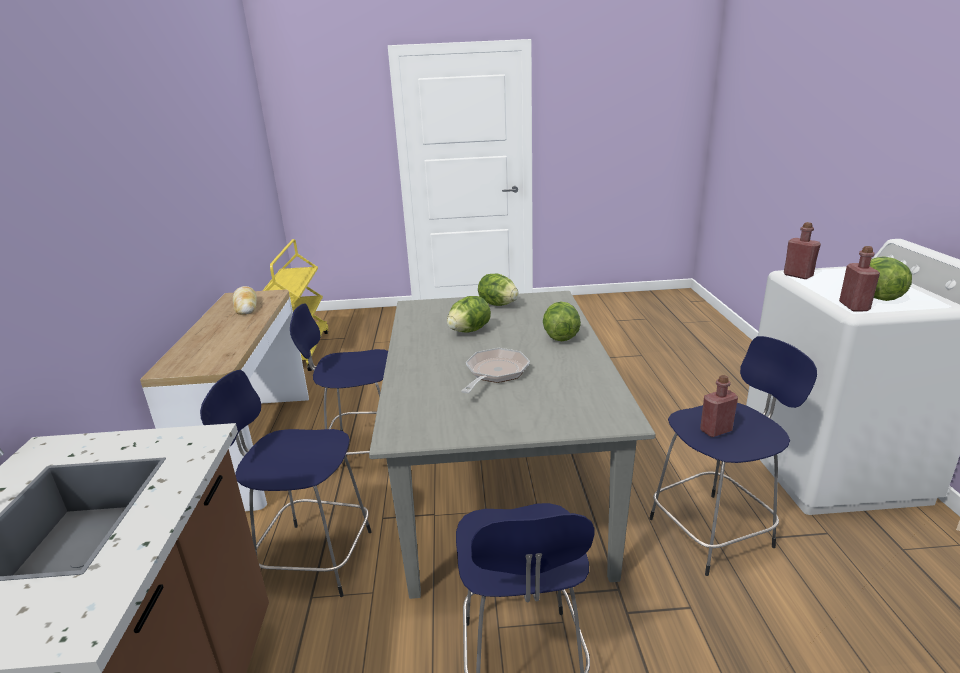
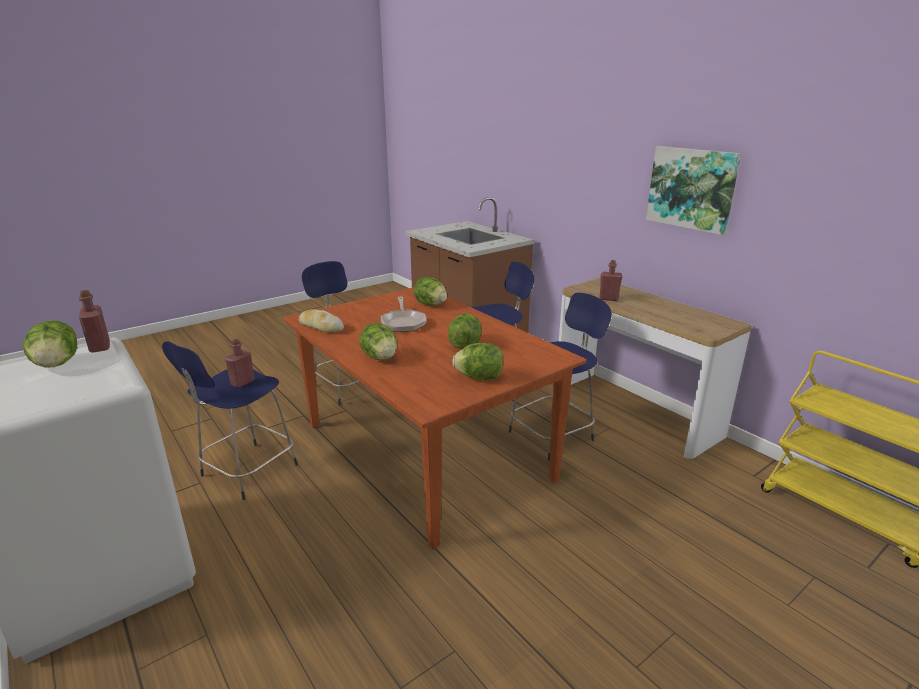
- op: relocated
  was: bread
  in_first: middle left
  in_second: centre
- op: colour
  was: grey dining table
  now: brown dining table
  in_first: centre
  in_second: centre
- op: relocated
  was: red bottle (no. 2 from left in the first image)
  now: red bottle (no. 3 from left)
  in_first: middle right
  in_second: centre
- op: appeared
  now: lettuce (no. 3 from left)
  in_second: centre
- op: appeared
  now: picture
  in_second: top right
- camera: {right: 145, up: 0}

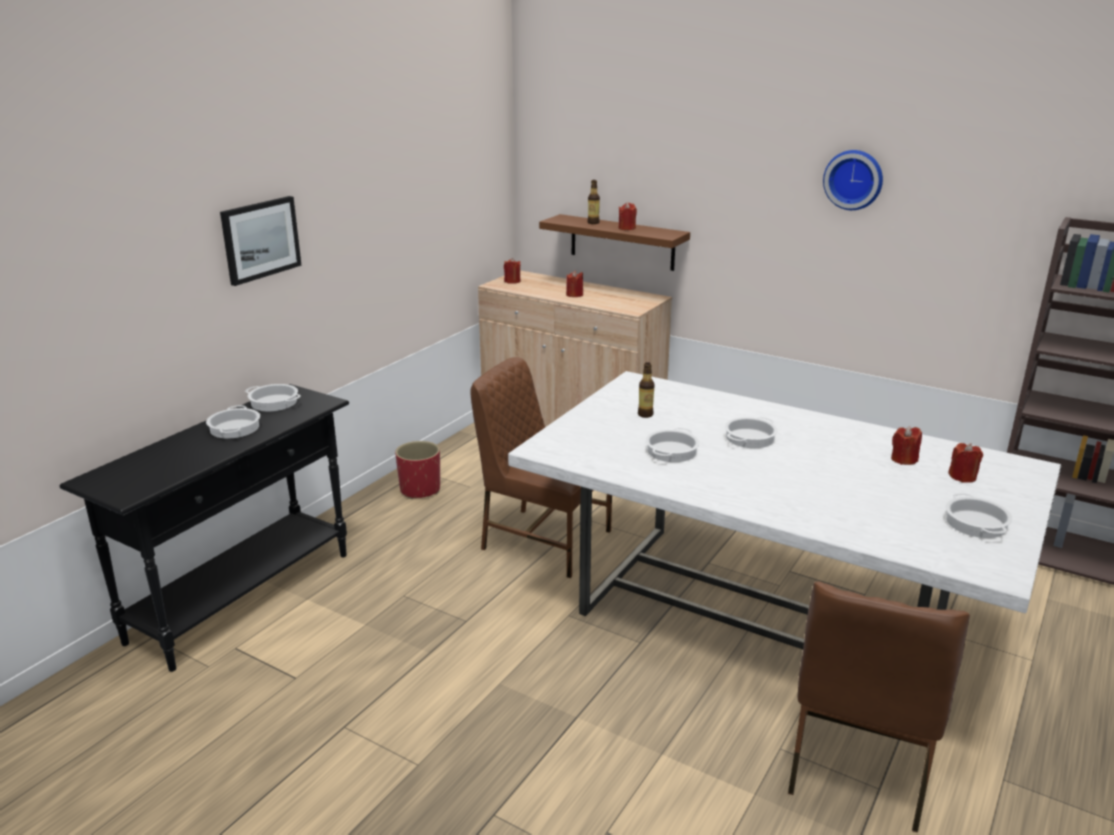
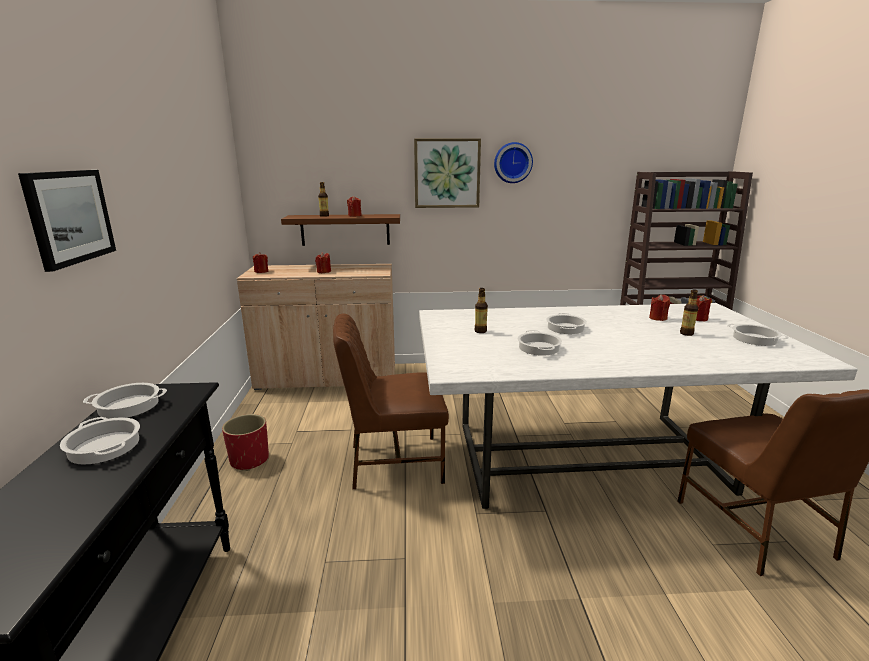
- op: appeared
  now: picture (no. 2 from left)
  in_second: top centre
- op: appeared
  now: bottle (no. 3 from left)
  in_second: middle right
- camera: {right: -35, up: -5}

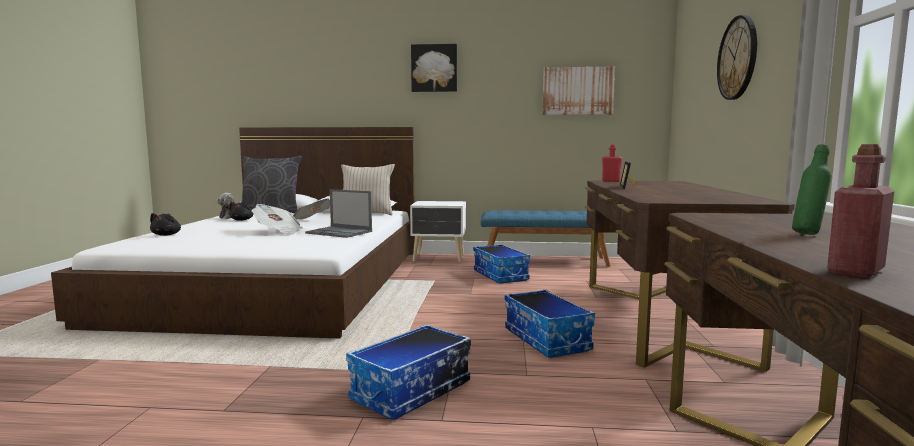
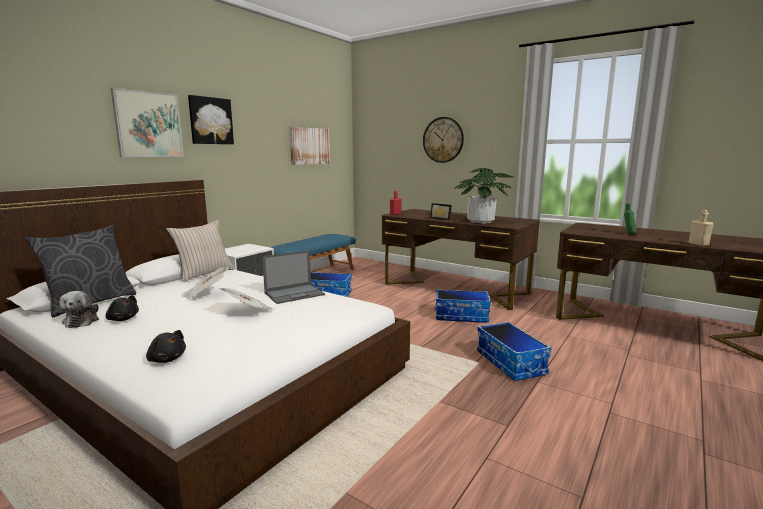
- op: colour
  was: red bottle (no. 2 from left)
  now: beige bottle
  in_first: middle right
  in_second: middle right
- op: appeared
  now: picture (no. 1 from left)
  in_second: top left
- op: appeared
  now: potted plant
  in_second: centre
- camera: {right: -60, up: 5}

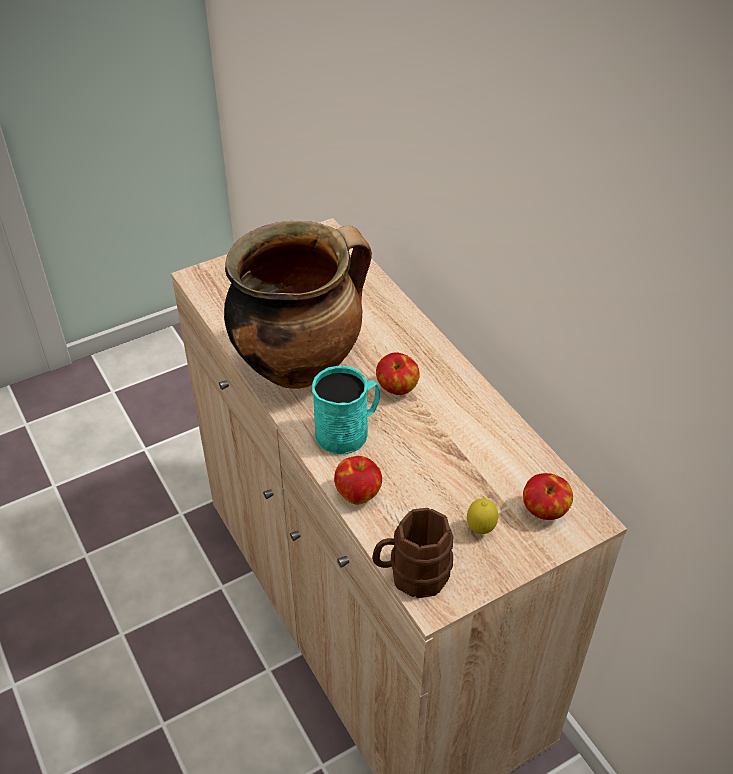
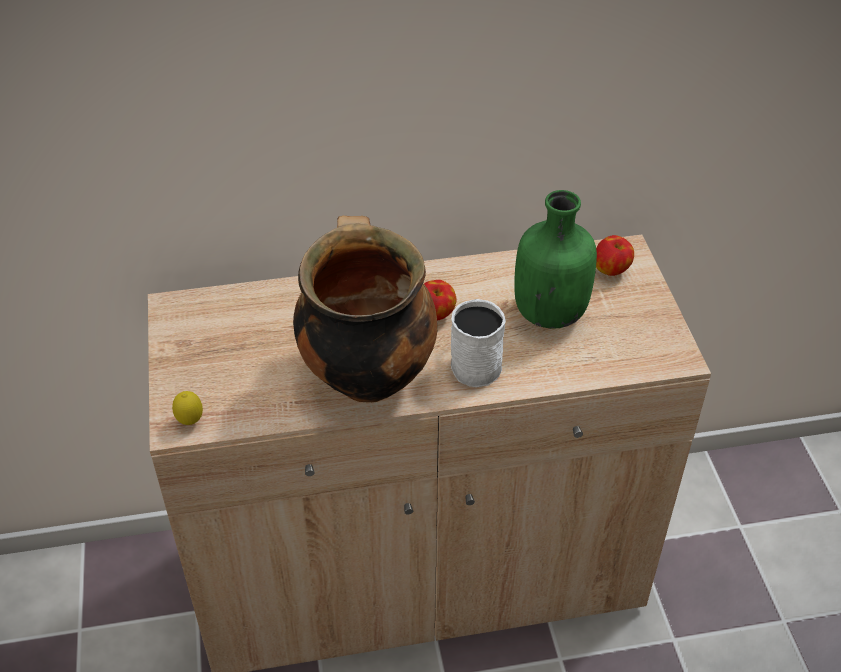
- op: colour
  was: turquoise mug
  now: white mug
  in_first: centre
  in_second: centre
- op: missing
  was: apple (no. 1 from left)
  in_first: centre
- op: missing
  was: brown mug
  in_first: bottom centre
- op: relocated
  was: lemon
  in_first: bottom centre
  in_second: middle left
- op: appeared
  now: green bottle
  in_second: centre
- camera: {right: -70, up: 0}

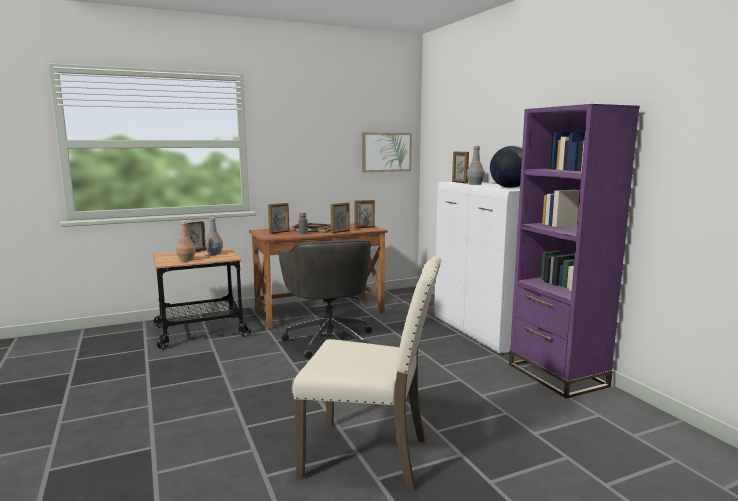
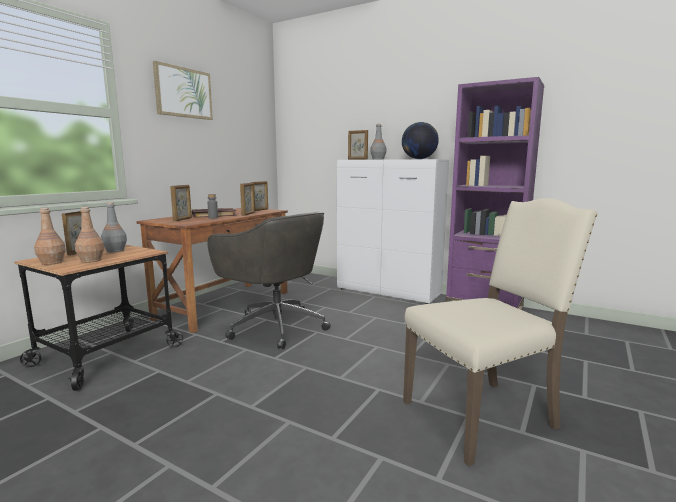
- op: relocated
  was: picture
  in_first: top centre
  in_second: top left
- op: appeared
  now: brown bottle (no. 1 from left)
  in_second: middle left
- camera: {right: -35, up: 0}

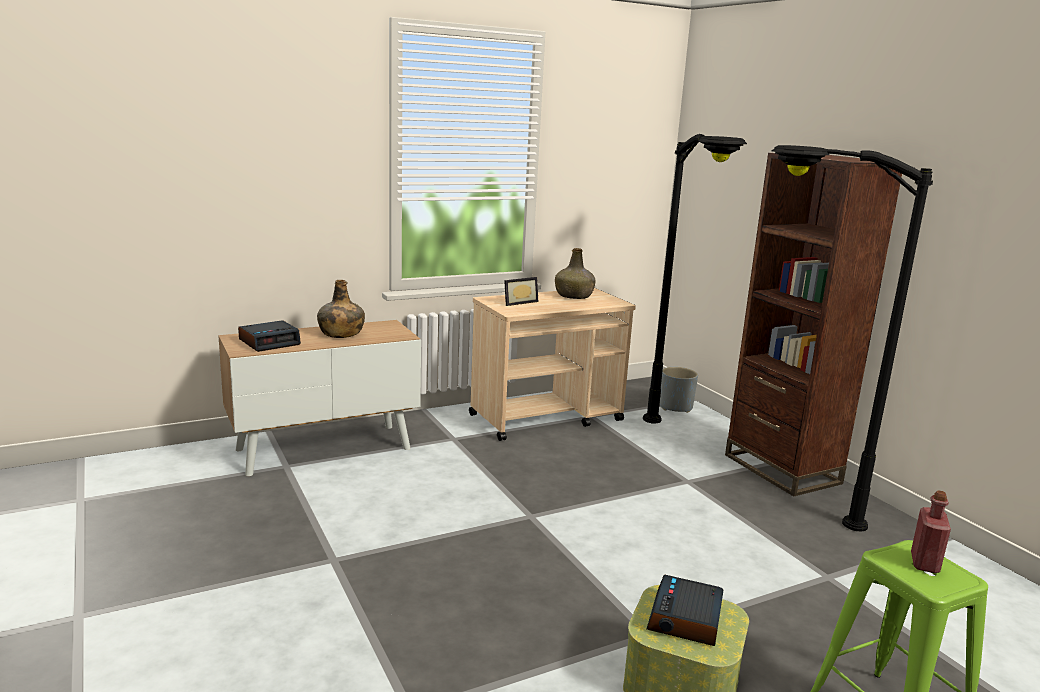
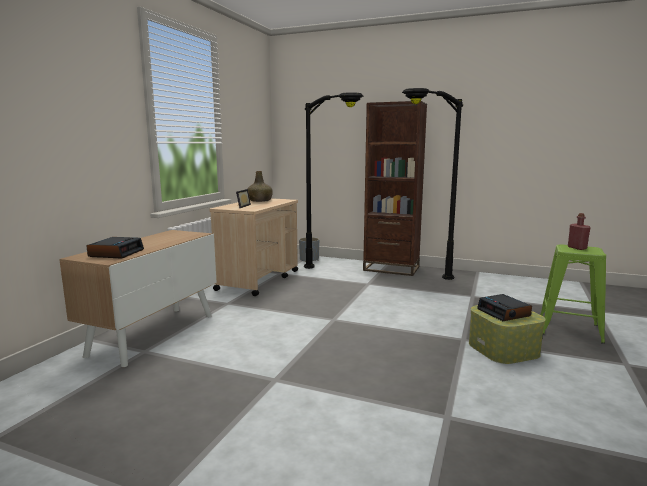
- op: missing
  was: green bottle (no. 1 from left)
  in_first: middle left
- camera: {right: -40, up: -5}

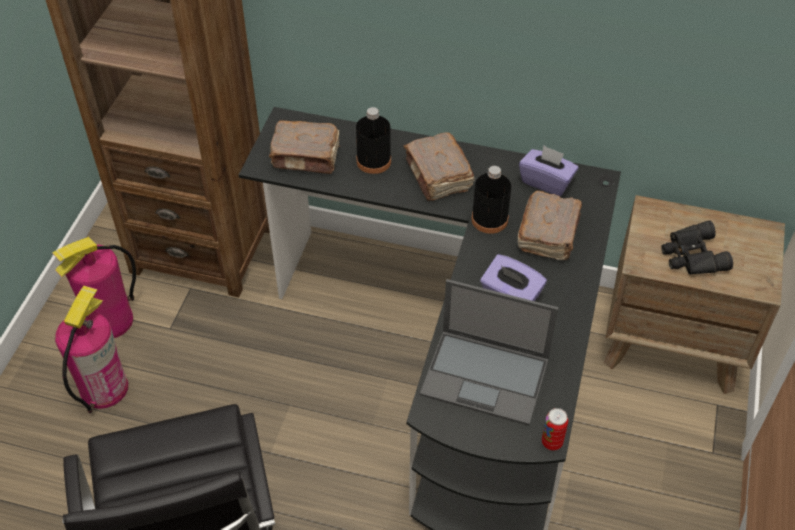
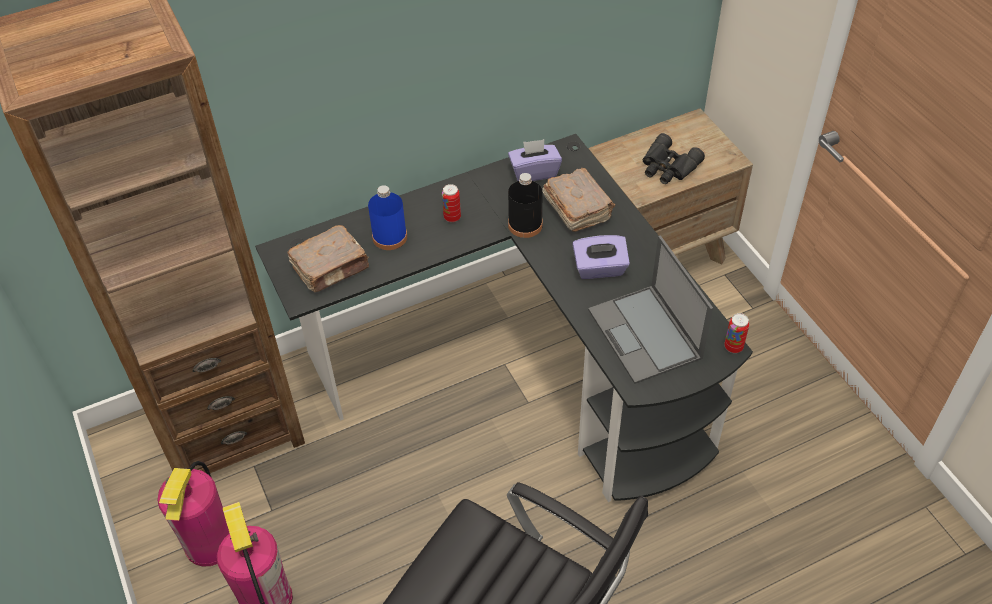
- op: colour
  was: black bottle (no. 1 from left)
  now: blue bottle
  in_first: top centre
  in_second: centre
- op: exchanged
  was: brown book (no. 2 from left)
  now: can (no. 1 from left)
  in_first: top centre
  in_second: centre
- op: spun
  was: laptop
  in_first: centre
  in_second: centre
  clockwise: 90
- camera: {right: -40, up: 0}

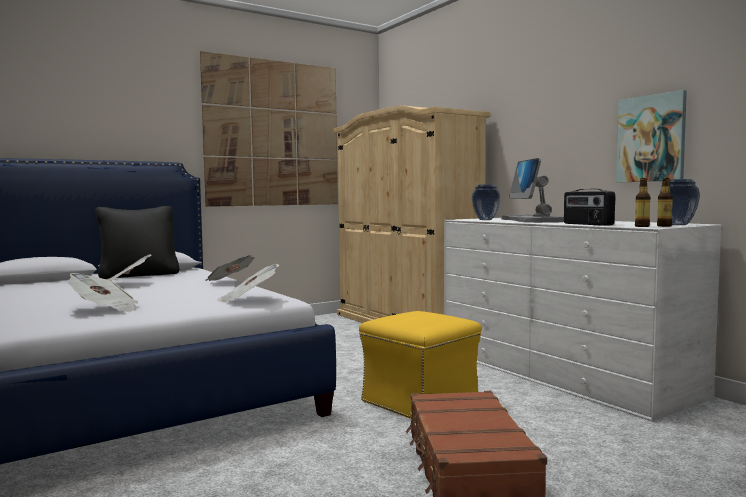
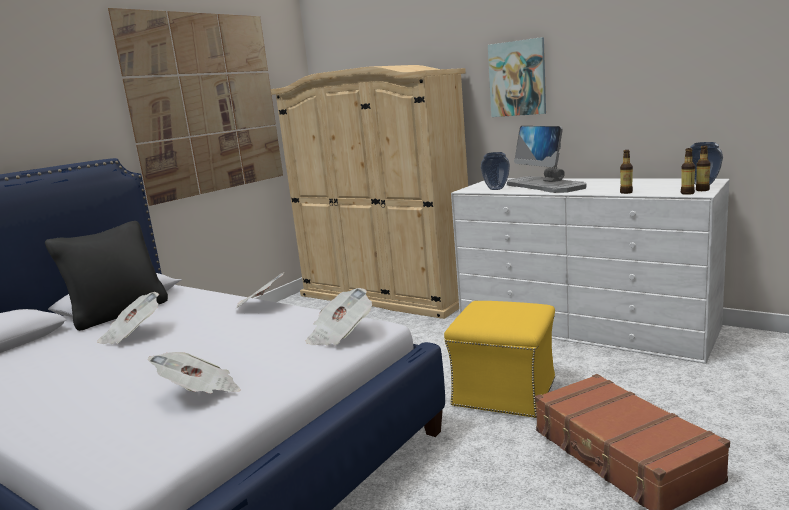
- op: exchanged
  was: radio
  now: bottle (no. 1 from left)
  in_first: middle right
  in_second: middle right
- op: relocated
  was: picture (no. 2 from left)
  in_first: top right
  in_second: top centre
- camera: {right: -20, up: 10}

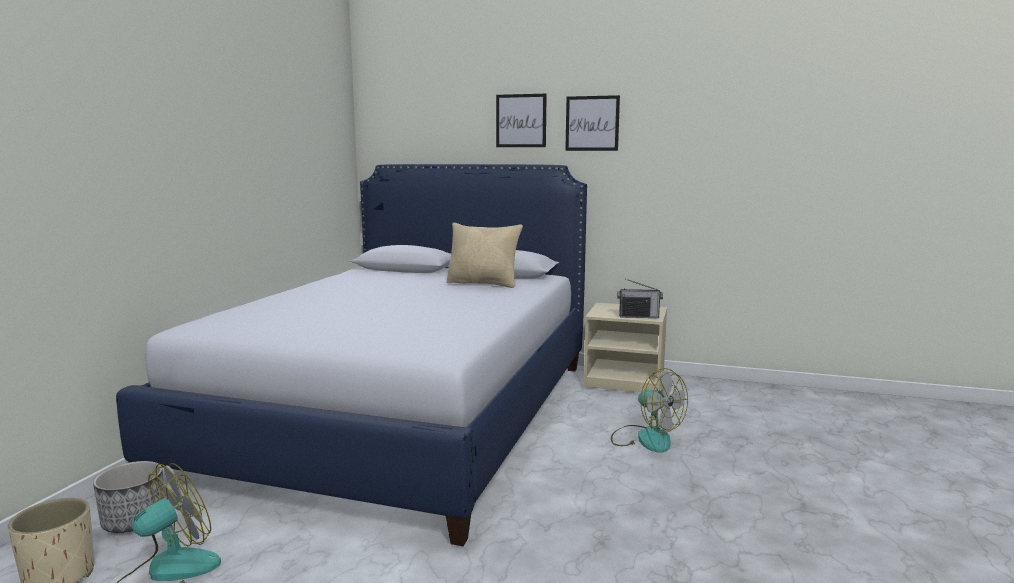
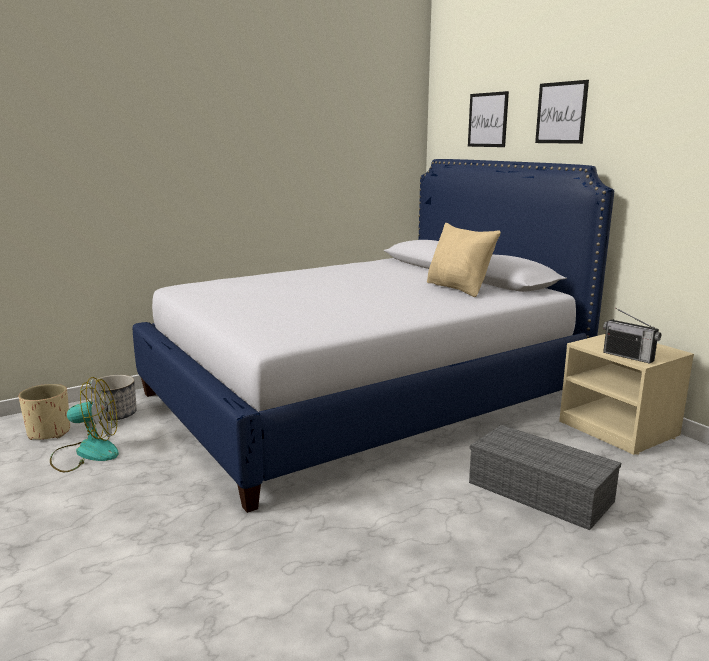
- op: relocated
  was: picture (no. 2 from left in the first image)
  now: picture (no. 1 from left)
  in_first: top centre
  in_second: top right
- op: exchanged
  was: fan (no. 2 from left)
  now: grey storage box
  in_first: bottom centre
  in_second: bottom right
- camera: {right: 40, up: 5}

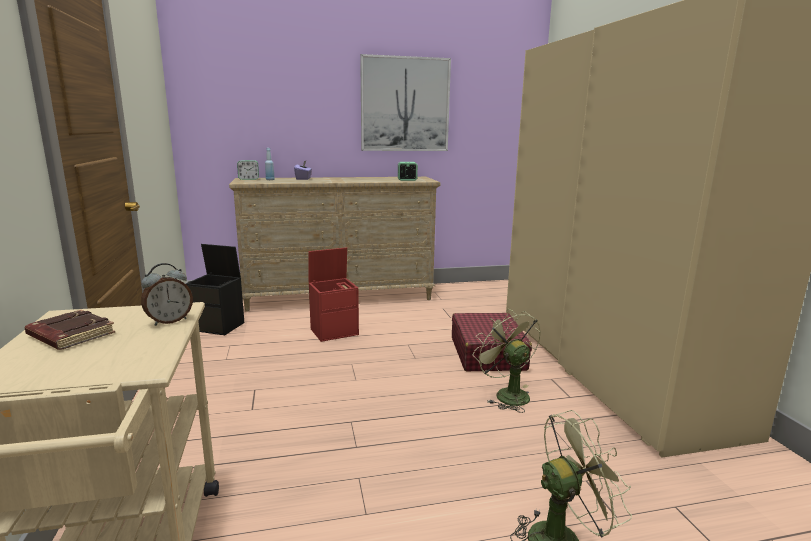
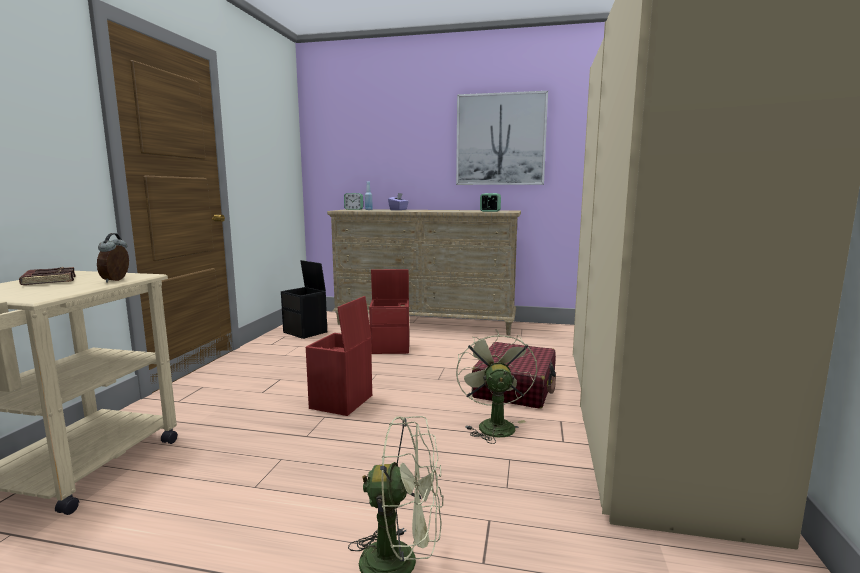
- op: spun
  was: alarm clock (no. 1 from left)
  in_first: middle left
  in_second: middle left
  clockwise: 105
- op: appeared
  now: red storage box (no. 1 from left)
  in_second: centre
- camera: {right: 25, up: -5}

